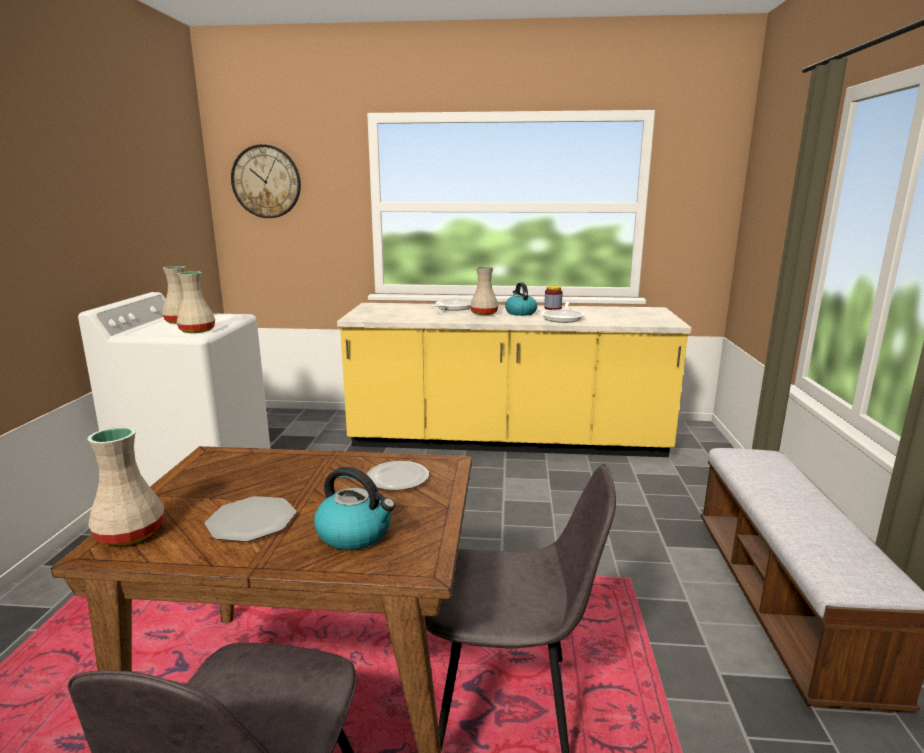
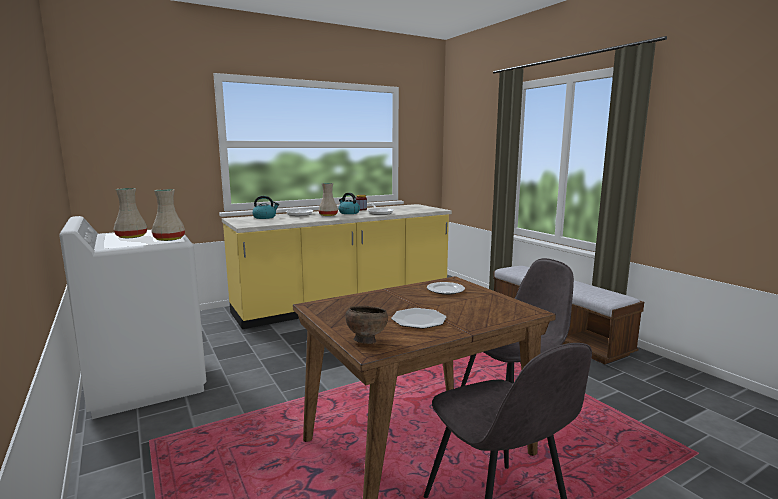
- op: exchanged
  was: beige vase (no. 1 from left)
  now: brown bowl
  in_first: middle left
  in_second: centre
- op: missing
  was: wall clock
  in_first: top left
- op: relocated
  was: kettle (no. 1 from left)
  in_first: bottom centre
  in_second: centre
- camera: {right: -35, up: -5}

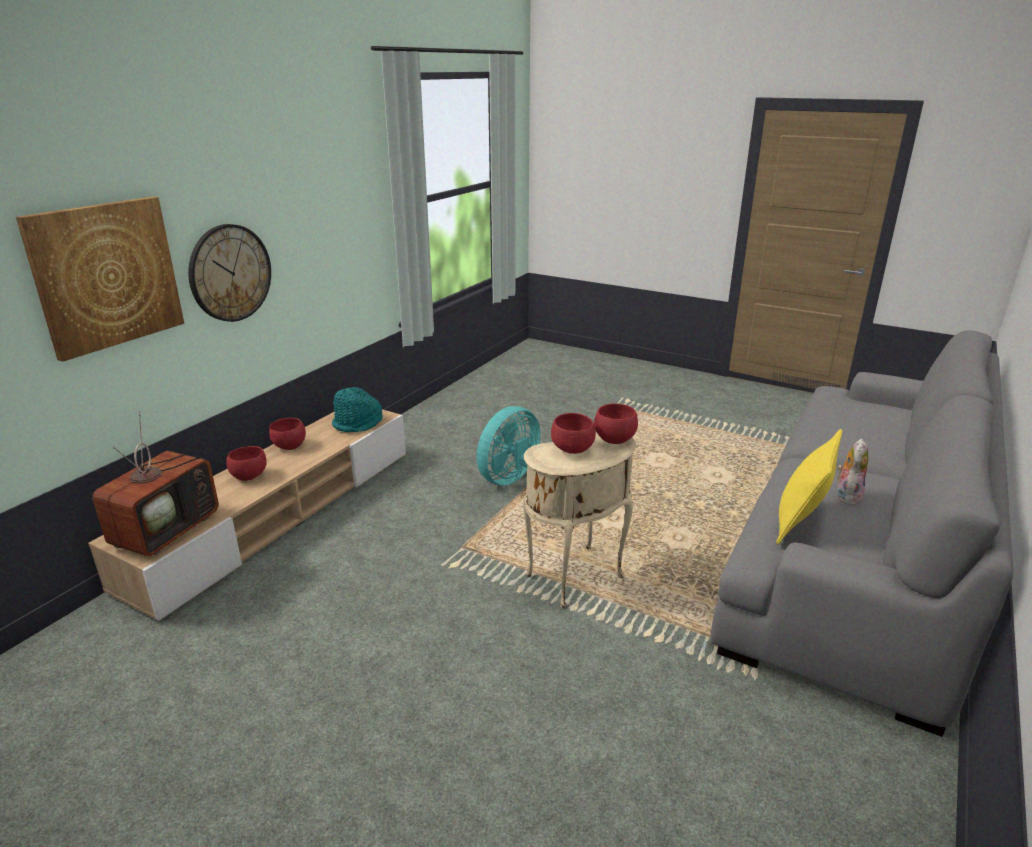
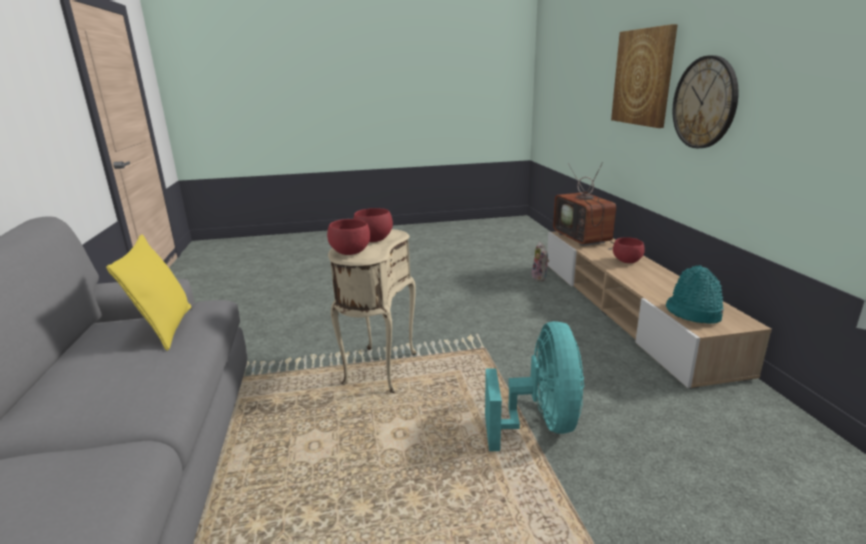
- op: missing
  was: red bowl (no. 2 from left)
  in_first: middle left
- op: relocated
  was: plush toy
  in_first: middle right
  in_second: centre
- camera: {right: 140, up: -5}

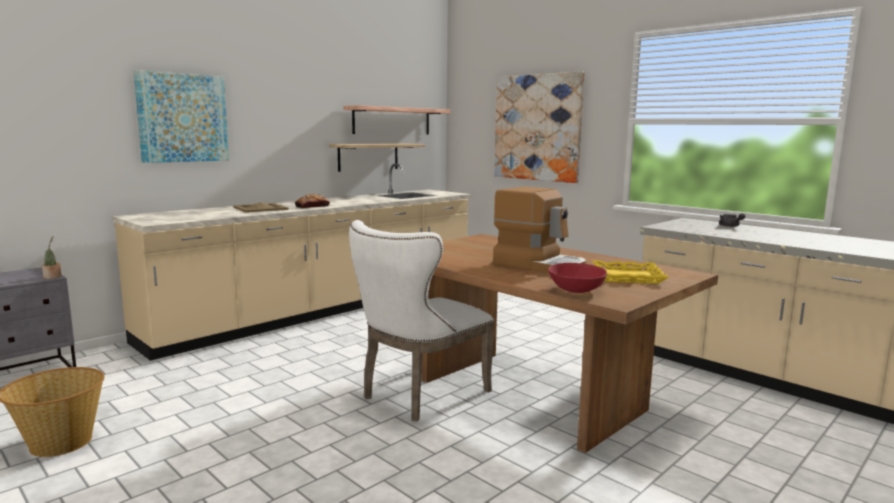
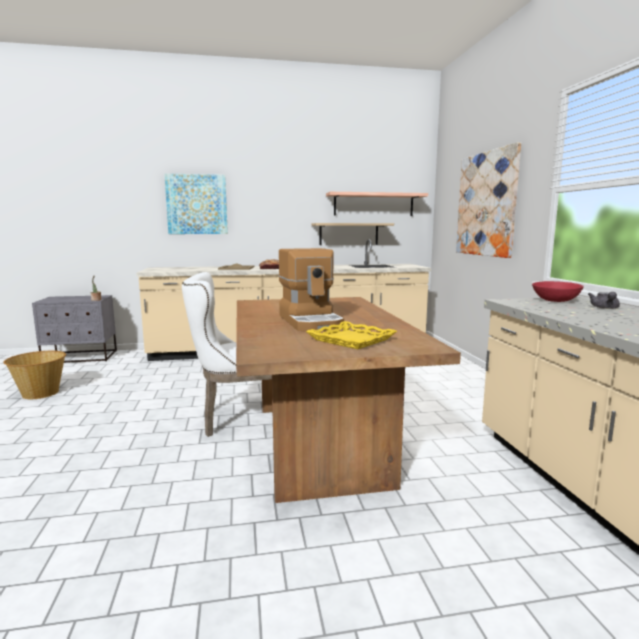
- op: relocated
  was: red bowl
  in_first: centre
  in_second: middle right
- camera: {right: 35, up: 0}

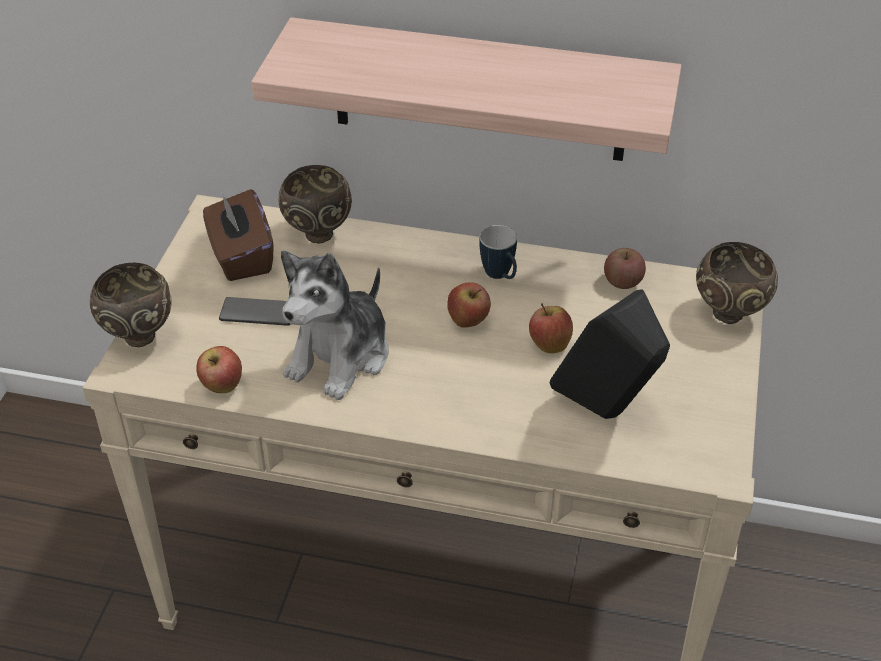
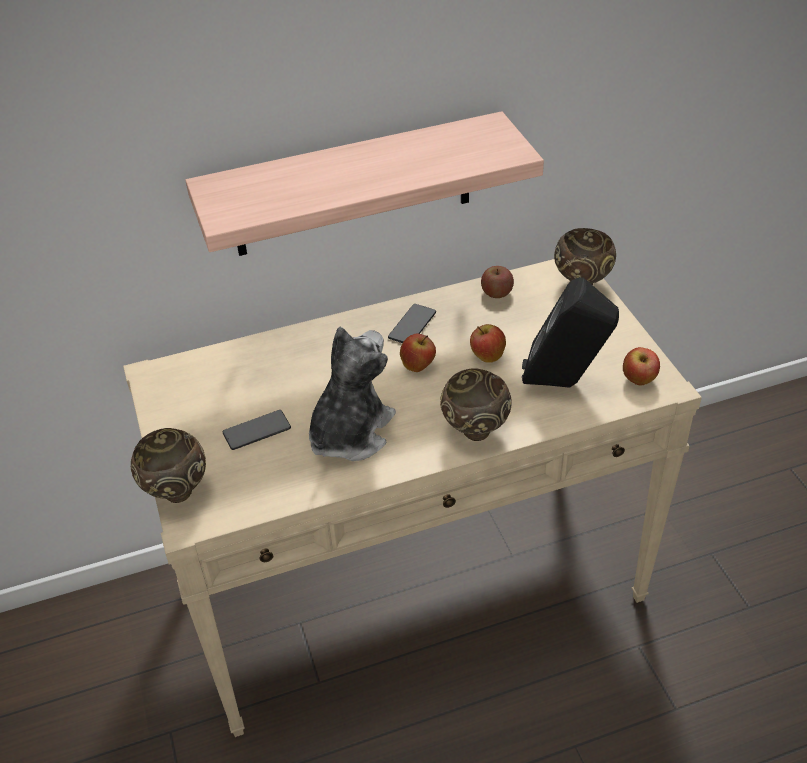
- op: relocated
  was: apple (no. 1 from left in the first image)
  now: apple (no. 4 from left)
  in_first: middle left
  in_second: middle right
- op: missing
  was: brown tissue box
  in_first: middle left
- op: relocated
  was: brown bowl (no. 2 from left)
  in_first: top centre
  in_second: centre
- op: spun
  was: plush toy
  in_first: centre
  in_second: centre
  clockwise: -150
- op: exchanged
  was: mug
  now: phone (no. 2 from left)
  in_first: centre
  in_second: centre
- camera: {right: -30, up: 0}

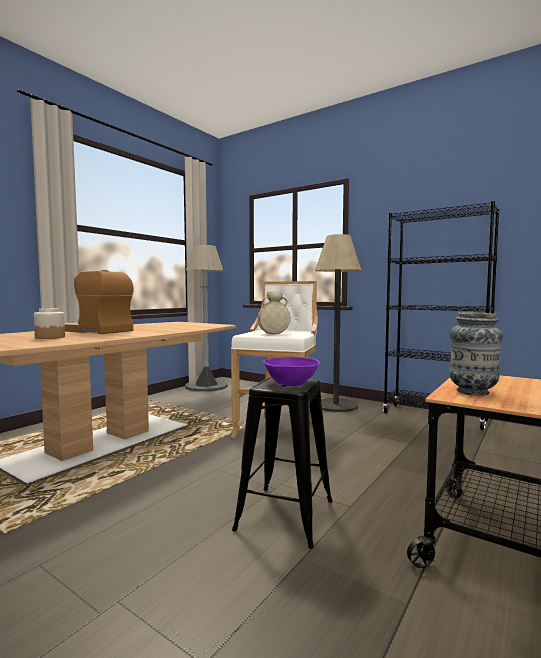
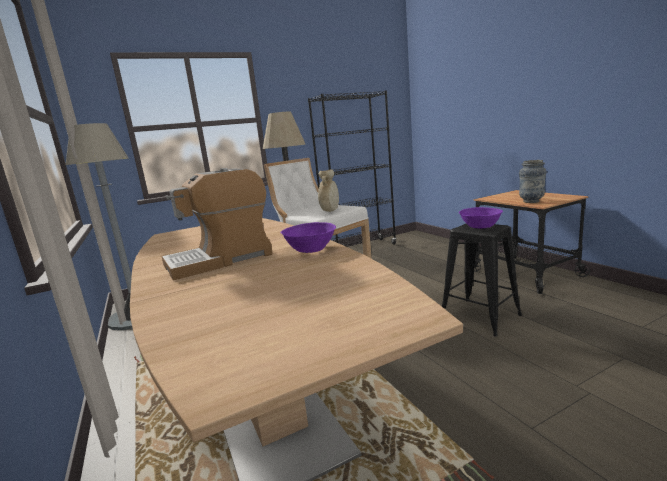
- op: missing
  was: jar
  in_first: middle left
- op: appeared
  now: purple bowl (no. 1 from left)
  in_second: centre
- camera: {right: -60, up: 10}

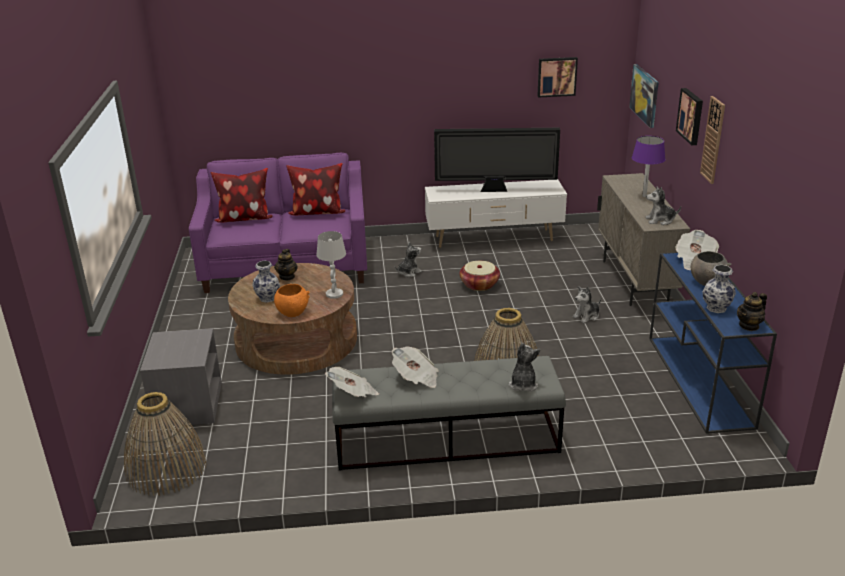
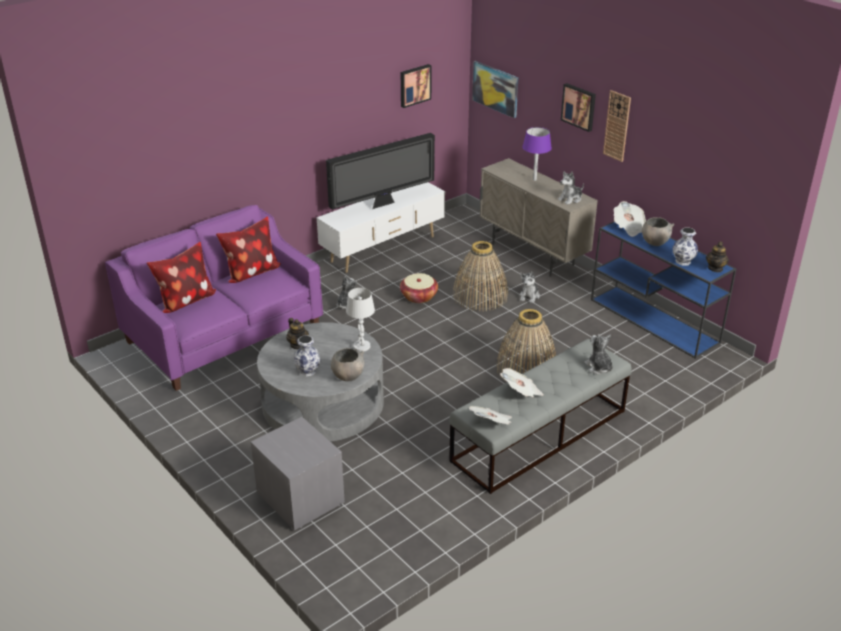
- op: relocated
  was: basket (no. 1 from left in the first image)
  now: basket (no. 2 from left)
  in_first: bottom left
  in_second: centre
- op: colour
  was: brown coffee table
  now: grey coffee table
  in_first: centre
  in_second: centre
- op: colour
  was: orange bowl
  now: grey bowl (no. 1 from left)
  in_first: centre
  in_second: centre
- camera: {right: -35, up: 5}

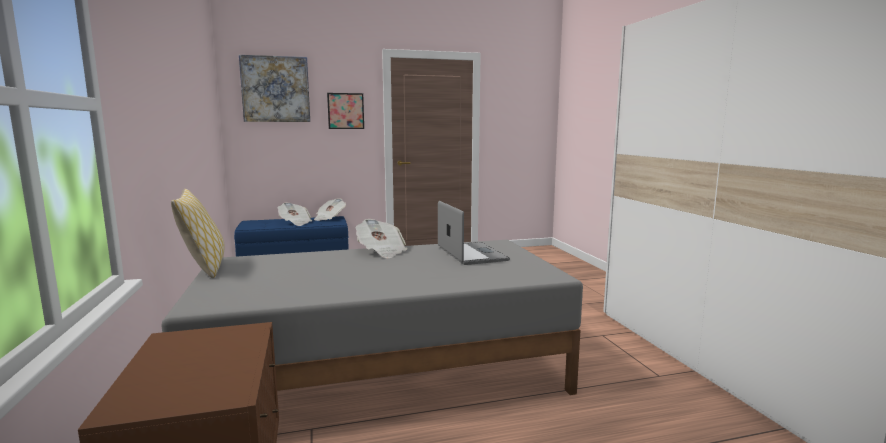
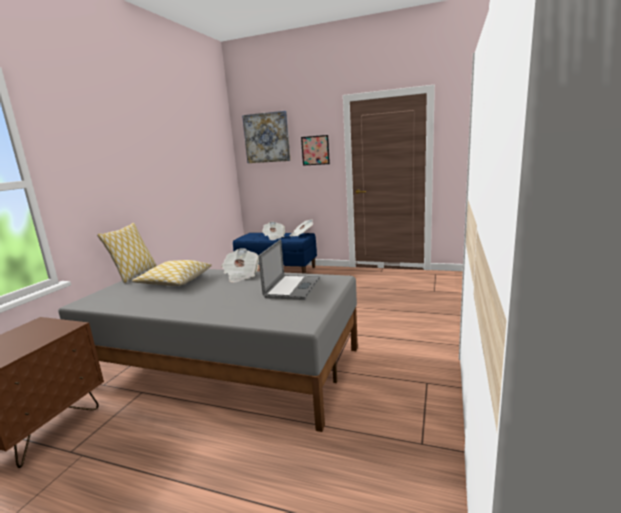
- op: appeared
  now: pillow (no. 2 from left)
  in_second: middle left
- camera: {right: 35, up: 5}

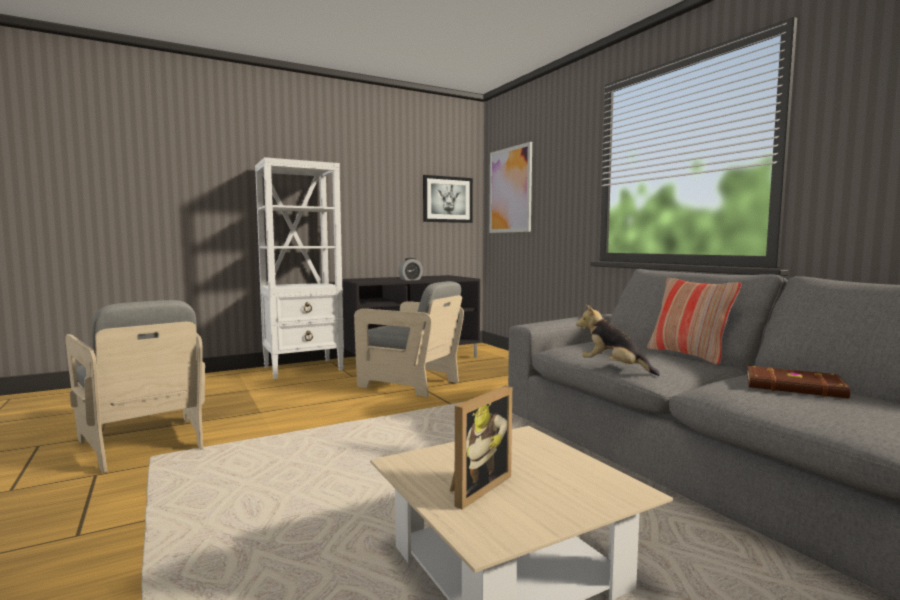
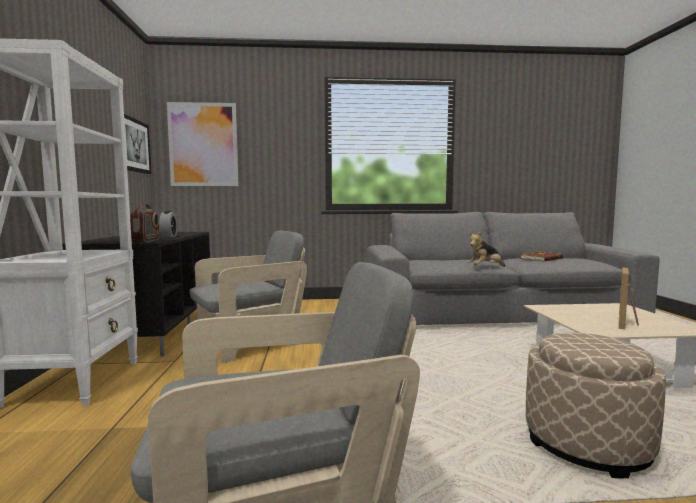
- op: spun
  was: picture frame
  in_first: bottom centre
  in_second: middle right
  clockwise: -120
- op: missing
  was: pillow
  in_first: middle right
- op: appeared
  now: radio
  in_second: middle left
- op: appeared
  now: beige ottoman
  in_second: bottom right
- camera: {right: -65, up: 0}

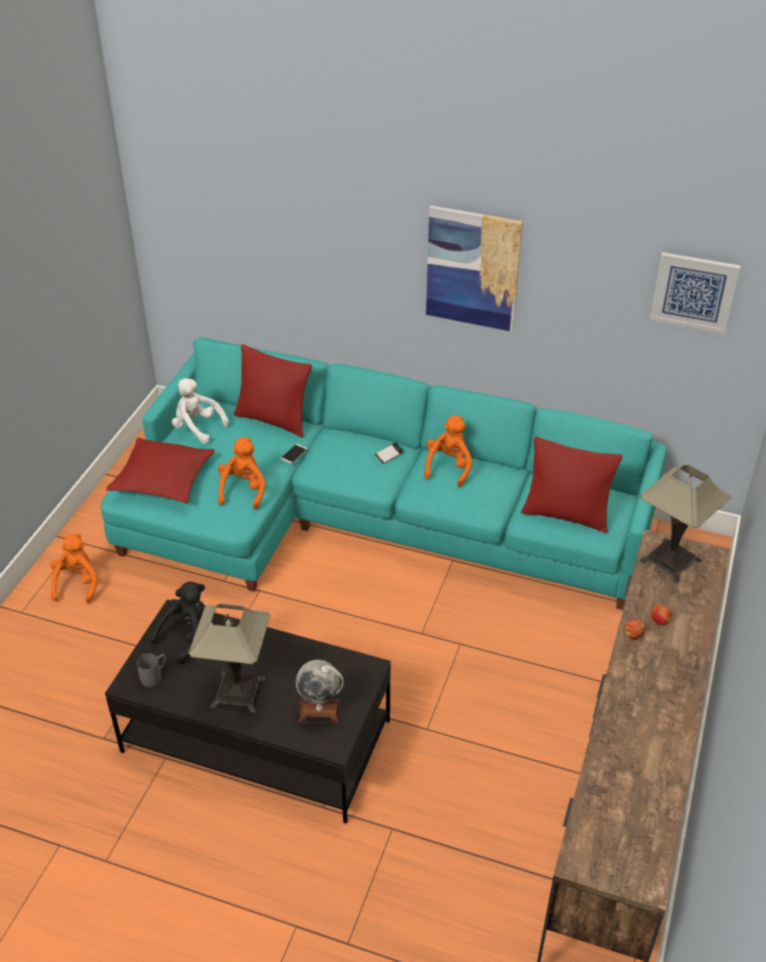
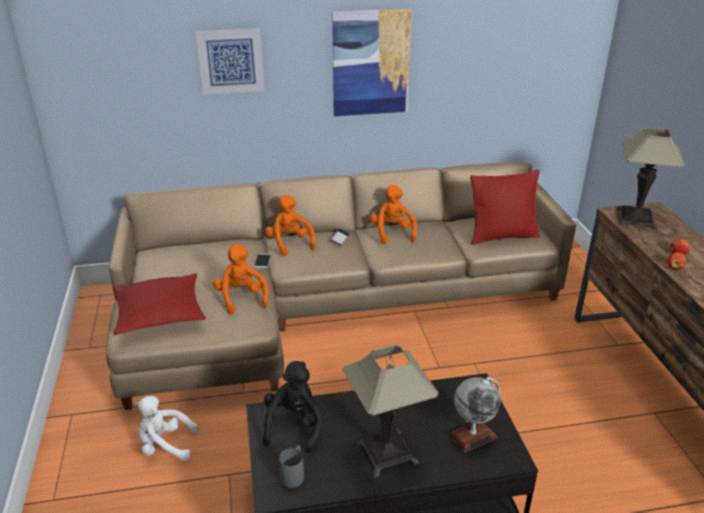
- op: relocated
  was: orange plush toy (no. 1 from left in the first image)
  now: orange plush toy (no. 2 from left)
  in_first: middle left
  in_second: centre
- op: colour
  was: turquoise sofa
  now: beige sofa
  in_first: centre
  in_second: centre
- op: relocated
  was: white plush toy
  in_first: middle left
  in_second: bottom left
- op: missing
  was: red pillow (no. 2 from left)
  in_first: centre
- op: relocated
  was: picture (no. 2 from left in the first image)
  now: picture (no. 1 from left)
  in_first: top right
  in_second: top left
- camera: {right: -30, up: -10}

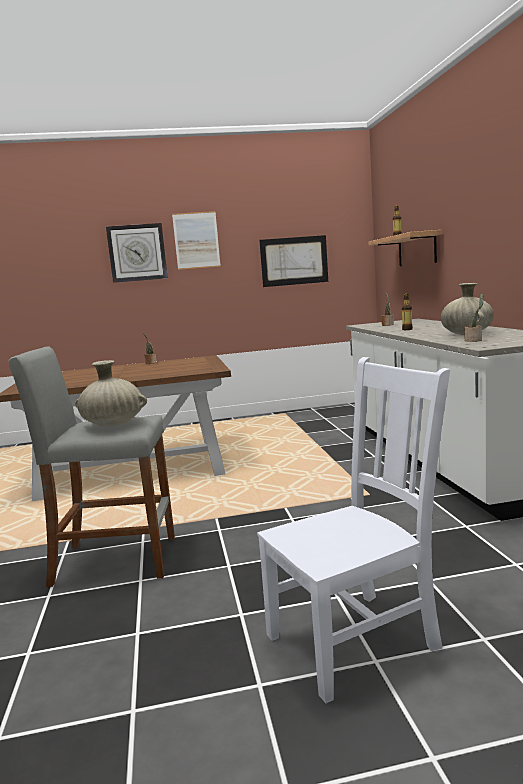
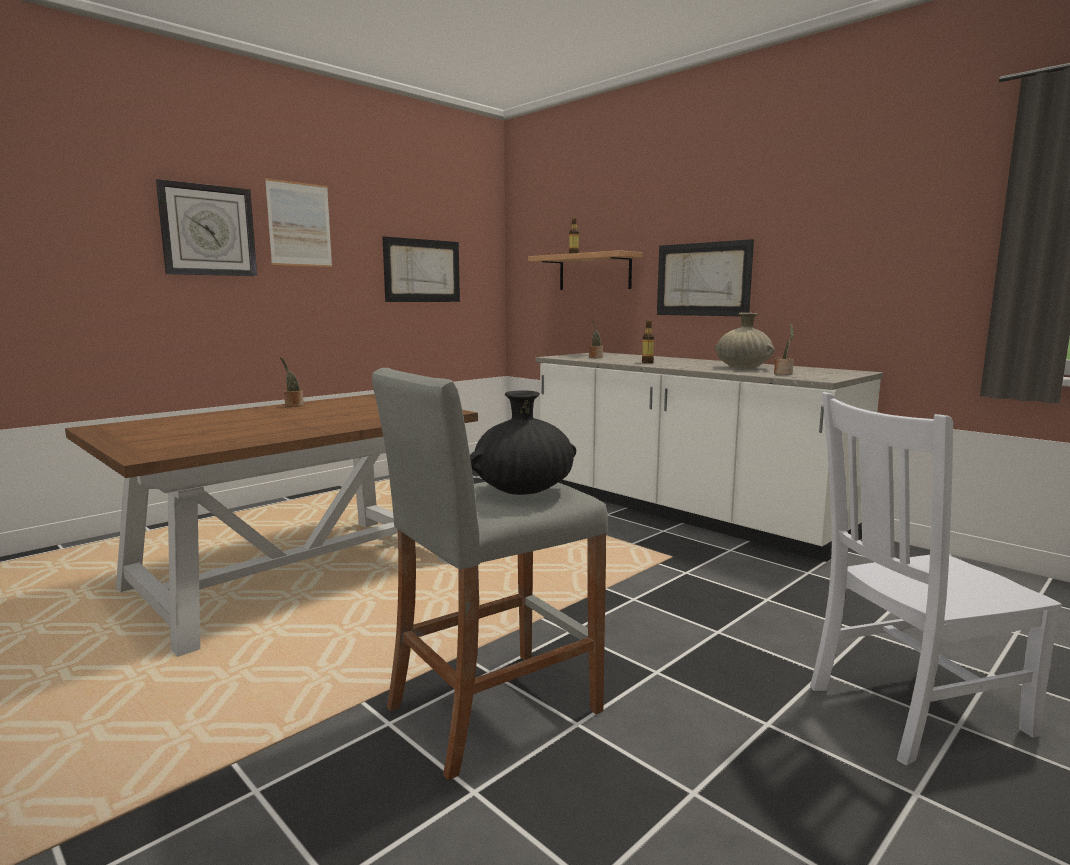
- op: colour
  was: beige vase (no. 1 from left)
  now: black vase
  in_first: middle left
  in_second: centre
- op: spun
  was: white chair
  in_first: bottom right
  in_second: bottom right
  clockwise: -135
- op: appeared
  now: picture (no. 3 from left)
  in_second: top centre
- camera: {right: -35, up: 0}

